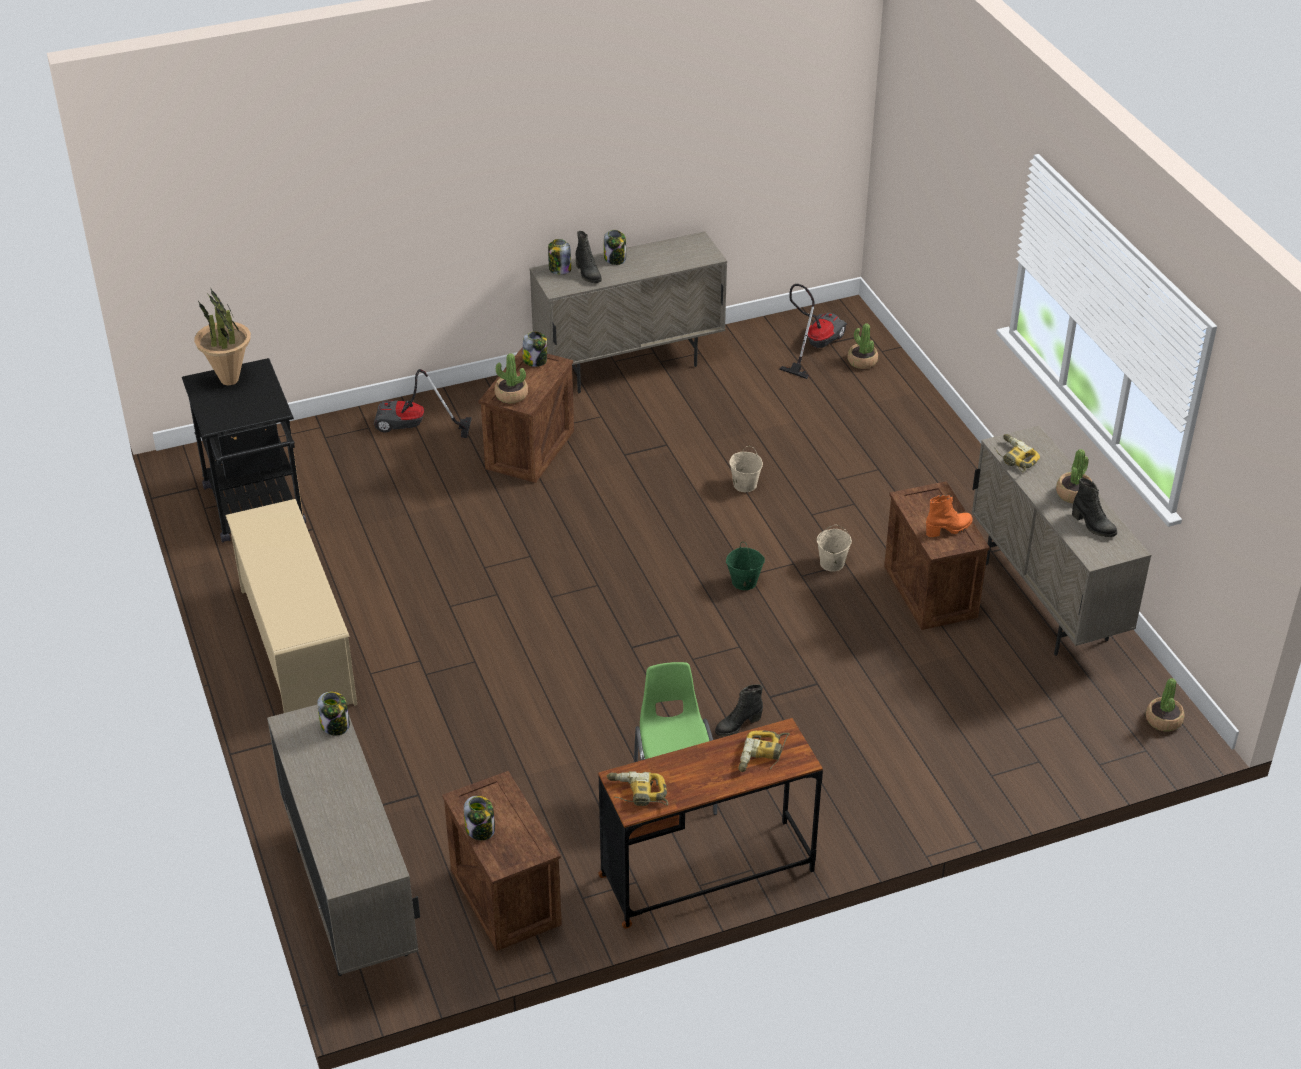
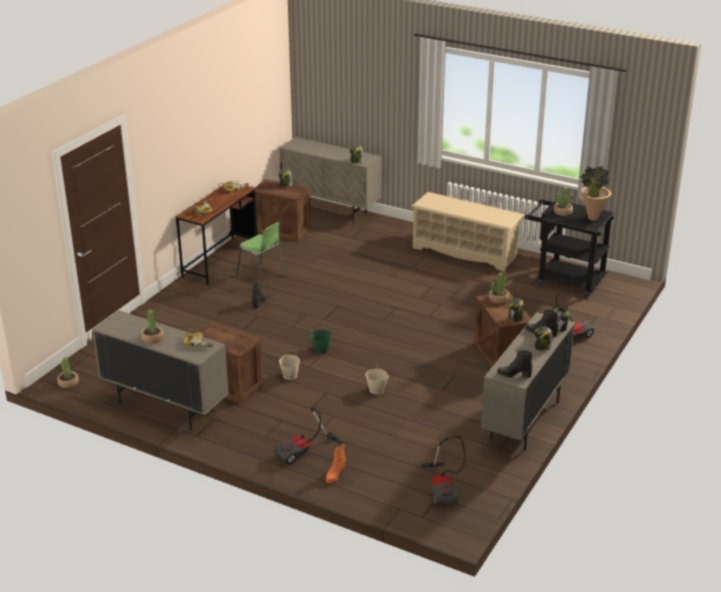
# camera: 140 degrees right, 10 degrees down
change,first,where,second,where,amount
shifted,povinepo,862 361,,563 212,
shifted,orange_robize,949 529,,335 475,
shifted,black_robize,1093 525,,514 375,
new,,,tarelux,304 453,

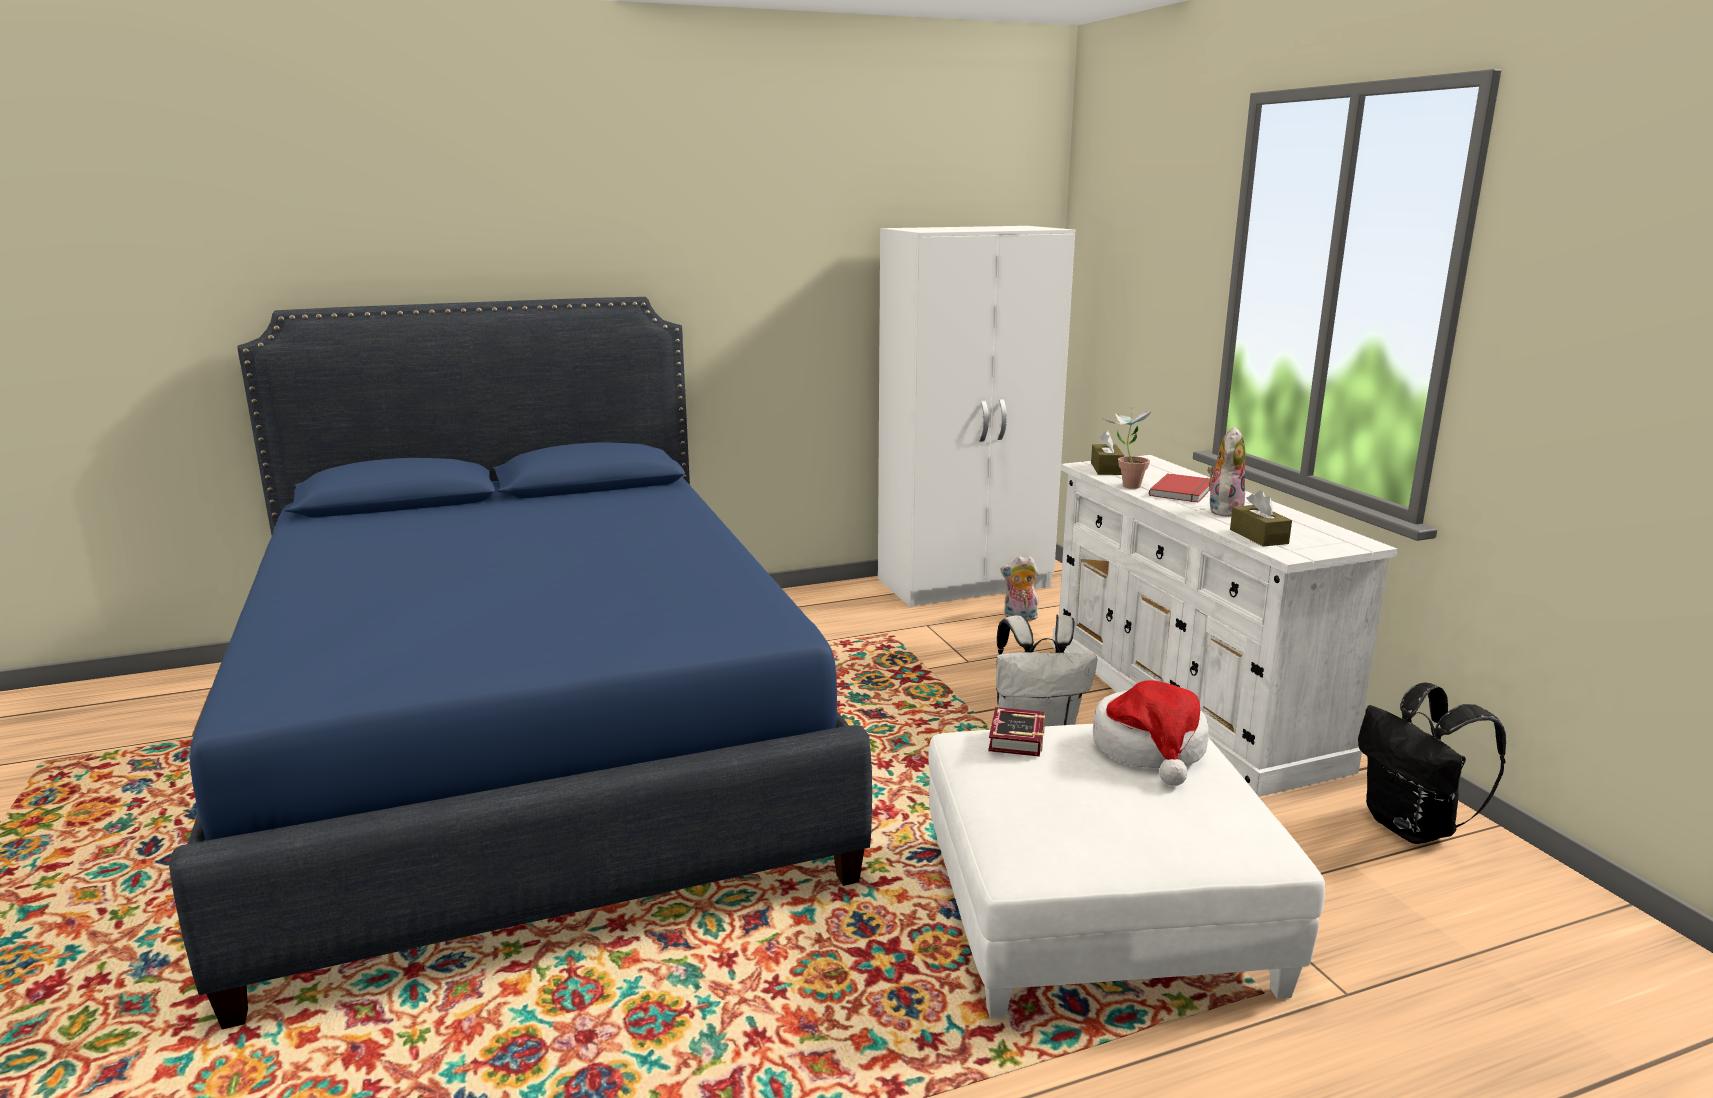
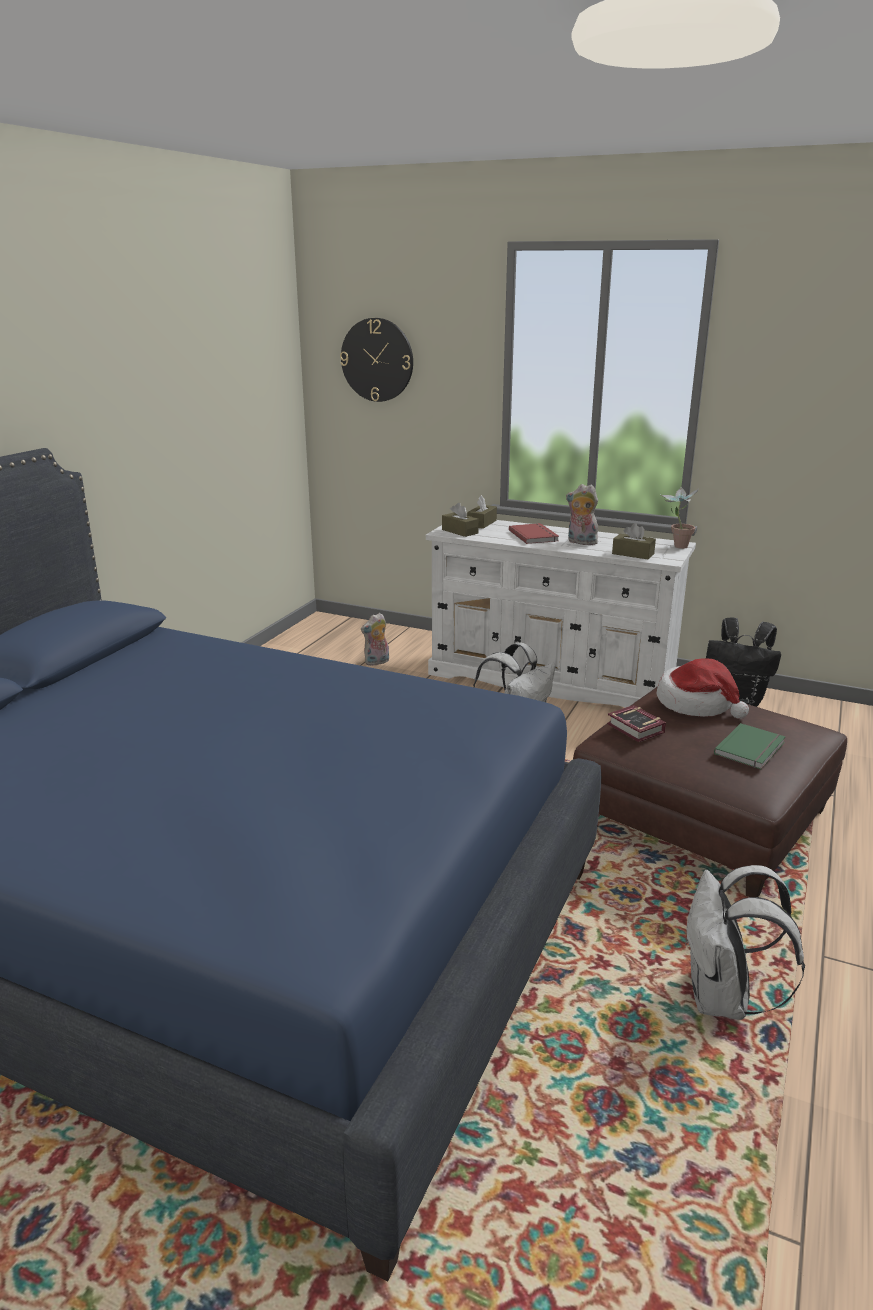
# camera: 45 degrees left, 5 degrees up
change,first,where,second,where,amount
gone,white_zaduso,966 583,,,
repainted,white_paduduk,1098 913,brown_paduduk,703 817,
shifted,povinepo,1126 485,,675 546,
rotated,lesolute,1223 510,,580 542,45 degrees counterclockwise
new,,,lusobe,377 360,
new,,,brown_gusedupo,482 523,
new,,,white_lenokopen,723 999,
new,,,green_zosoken,752 749,

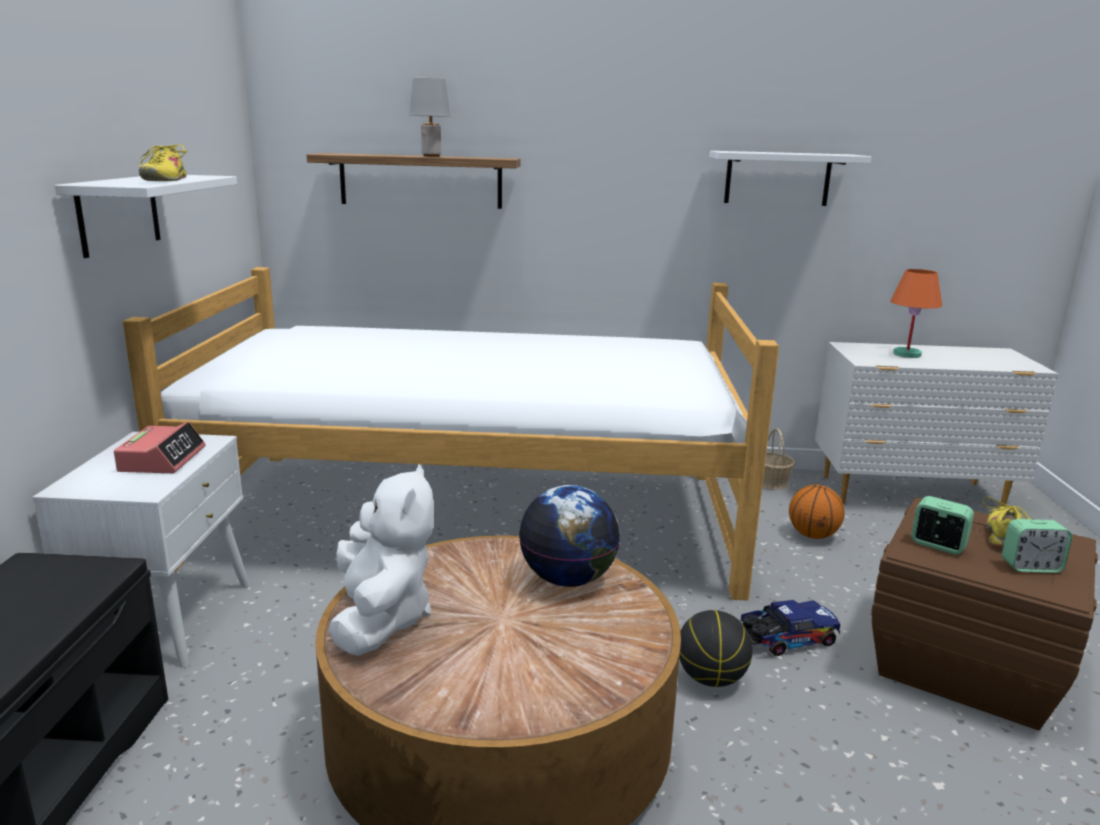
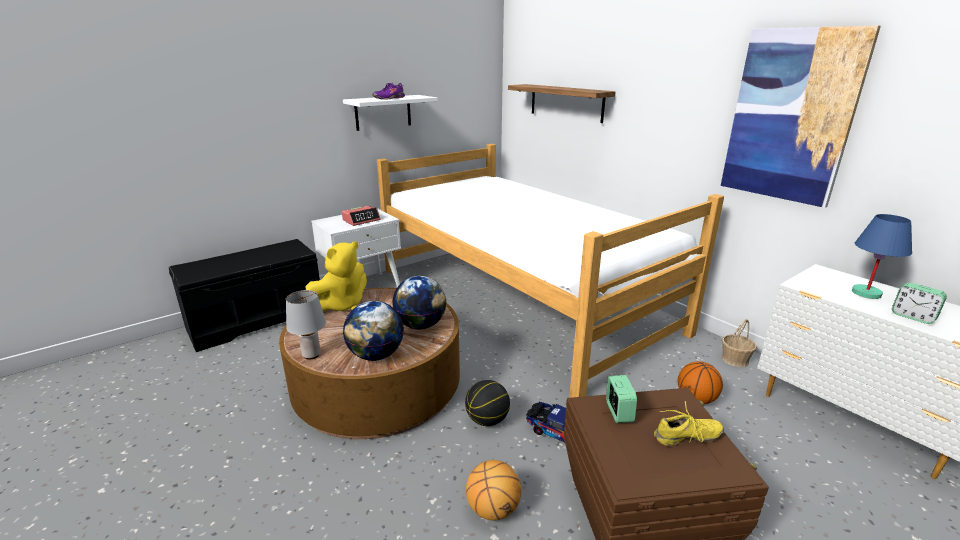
# camera: 50 degrees right, 5 degrees up
change,first,where,second,where,amount
repainted,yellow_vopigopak,164 180,purple_vopigopak,389 98,
repainted,white_lesolute,381 619,yellow_lesolute,341 305,
shifted,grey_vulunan,431 156,,311 355,
swapped,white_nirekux,777 178,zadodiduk,790 116,
repainted,orange_vulunan,907 354,blue_vulunan,866 293,
shifted,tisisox,1030 566,,912 316,
new,,,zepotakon,376 355,
new,,,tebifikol,493 509,

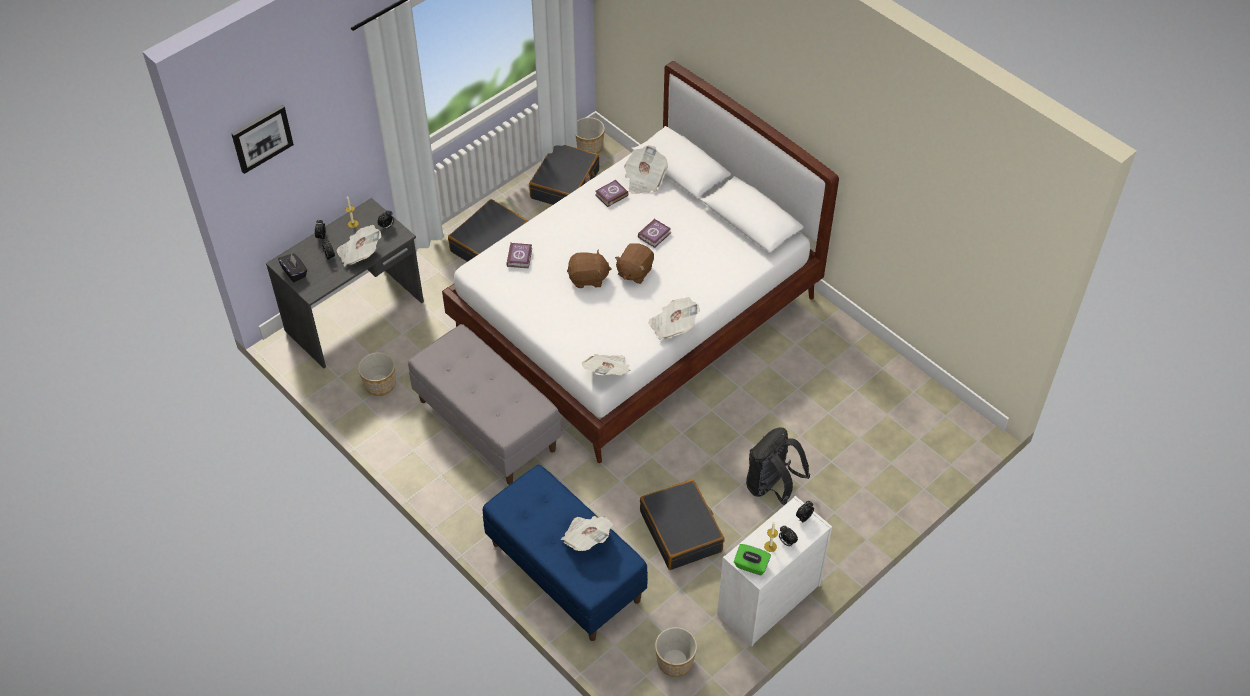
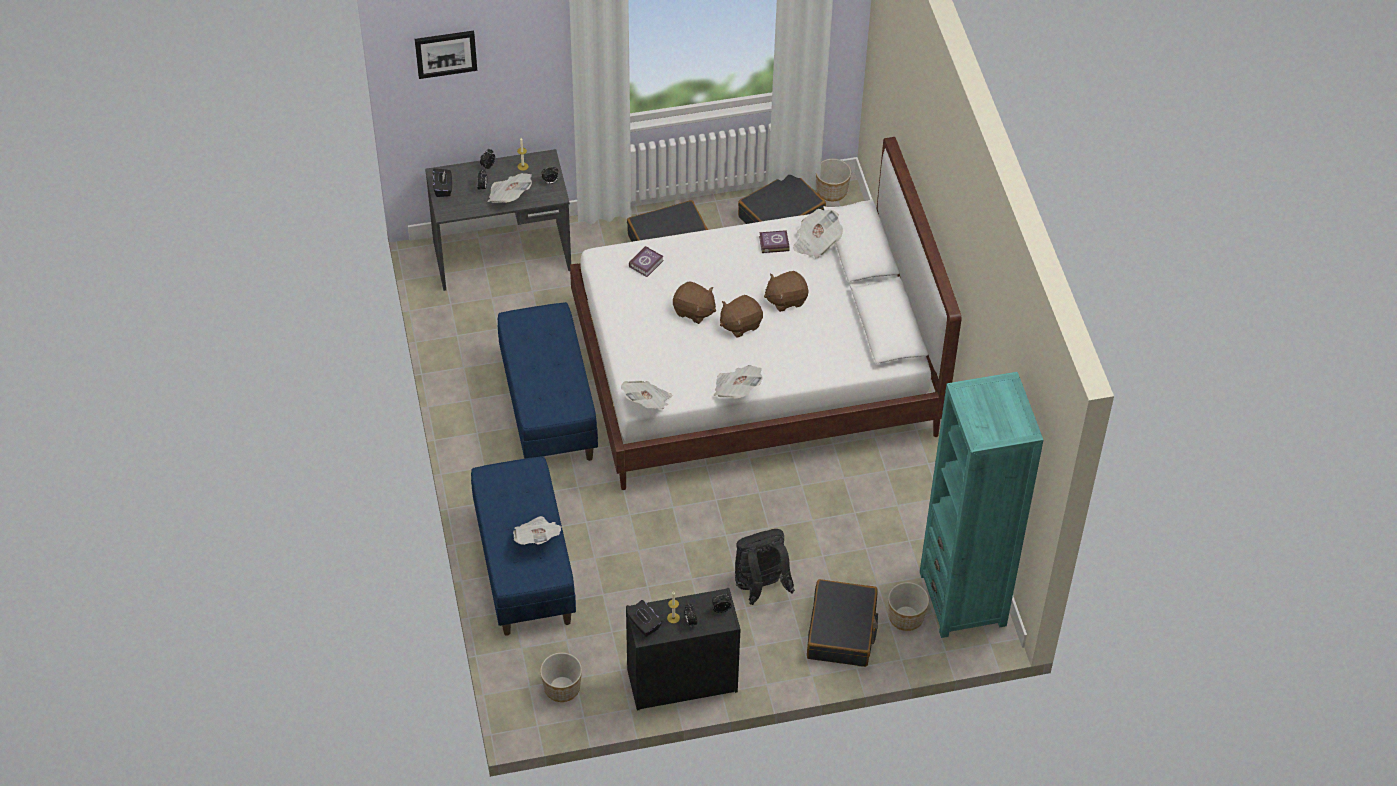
# camera: 30 degrees right, 0 degrees up
change,first,where,second,where,amount
shifted,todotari,380 384,,906 616,
repainted,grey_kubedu,488 425,blue_kubedu,549 408,
swapped,zosoken,655 235,brown_lesolute,786 299,
shifted,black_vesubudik,681 531,,842 631,
repainted,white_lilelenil,768 601,black_lilelenil,680 681,
repainted,green_gusedupo,751 565,black_gusedupo,644 625,
new,,,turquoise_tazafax,963 598,

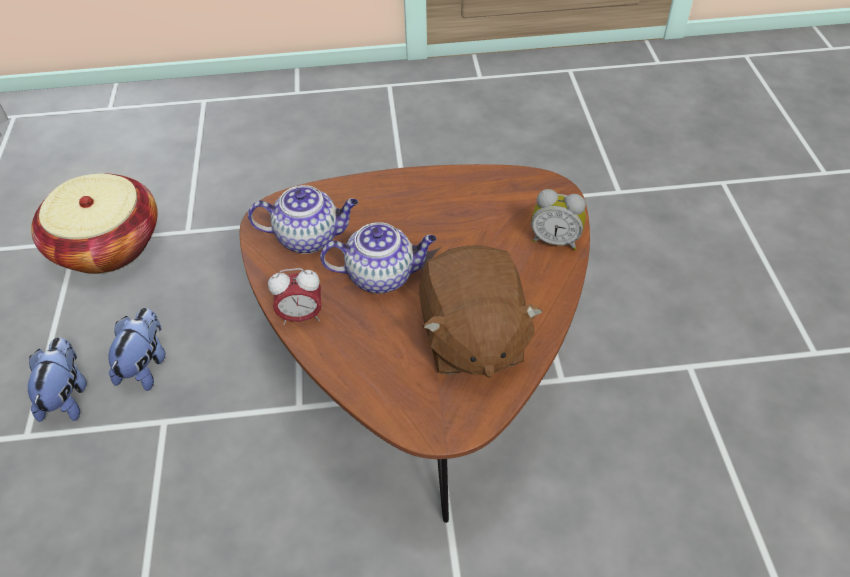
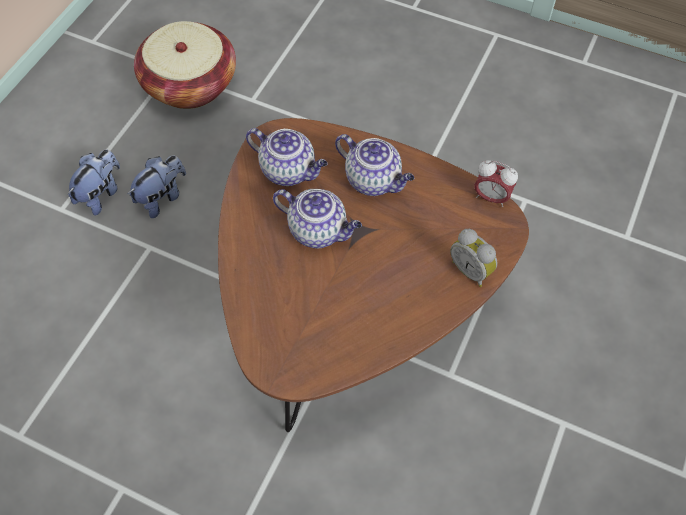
# camera: 30 degrees right, 10 degrees up
change,first,where,second,where,amount
shifted,tisisox,301 316,,491 197,
gone,brown_lesolute,472 339,,,
new,,,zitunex,374 180,

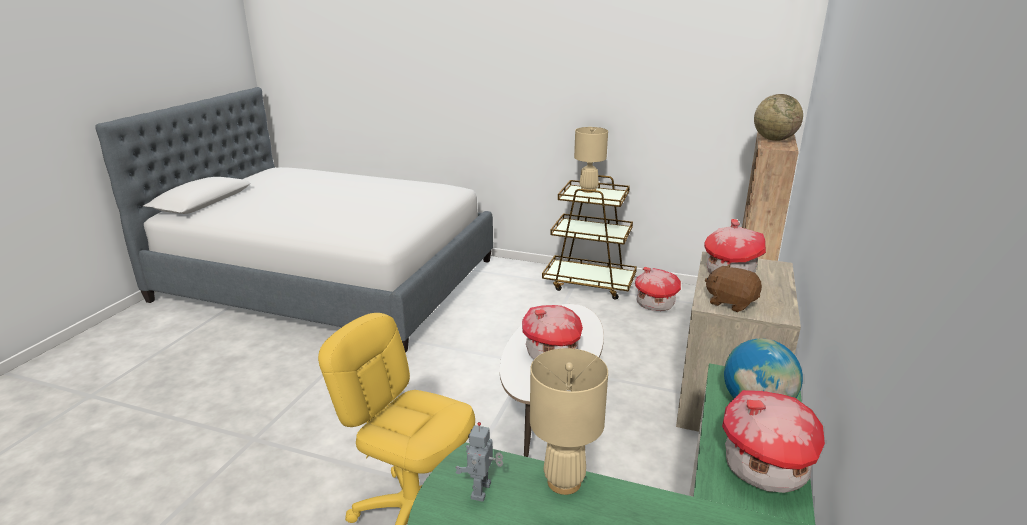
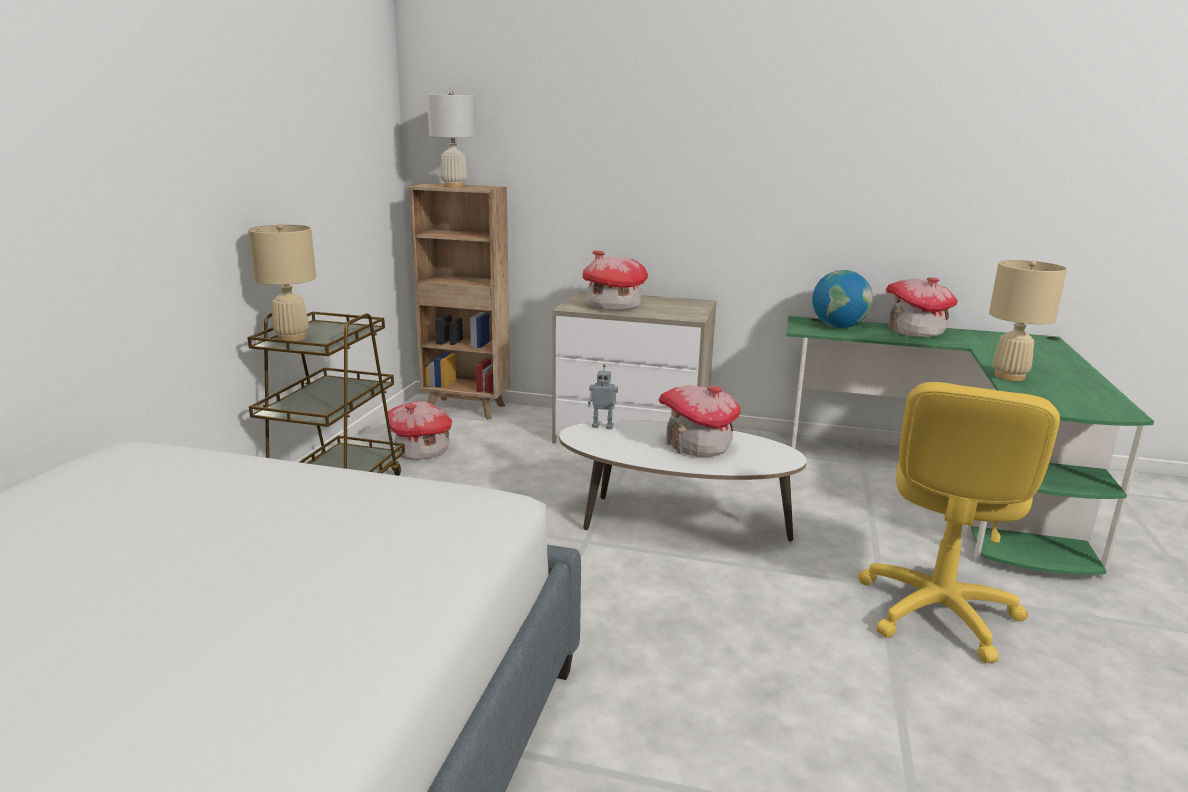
# camera: 95 degrees left, 5 degrees down
change,first,where,second,where,amount
shifted,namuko,482 491,,603 426,
gone,brown_lesolute,731 302,,,
swapped,zepotakon,774 139,white_vulunan,454 186,

